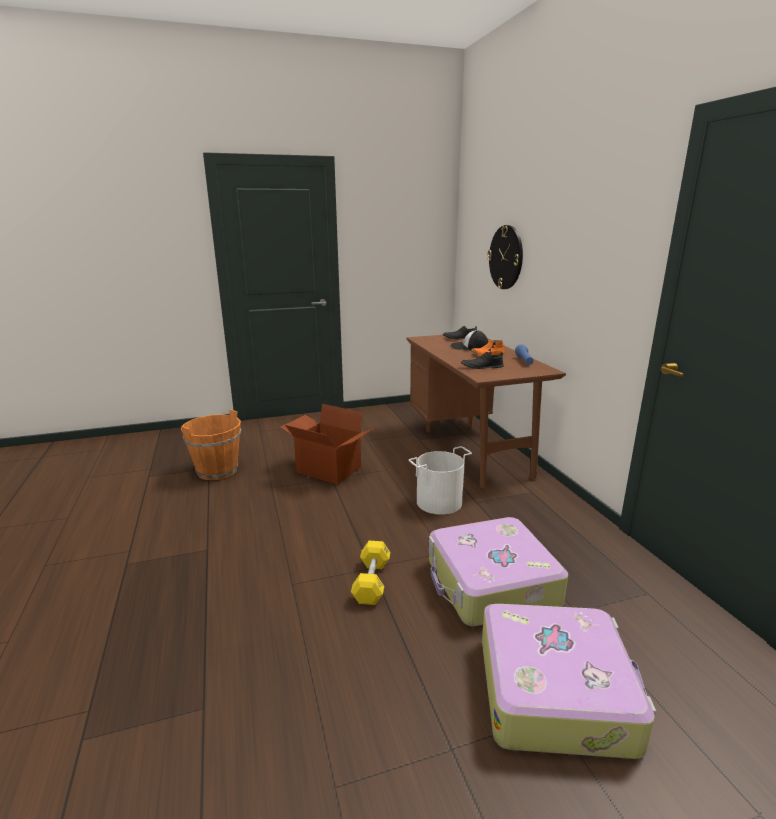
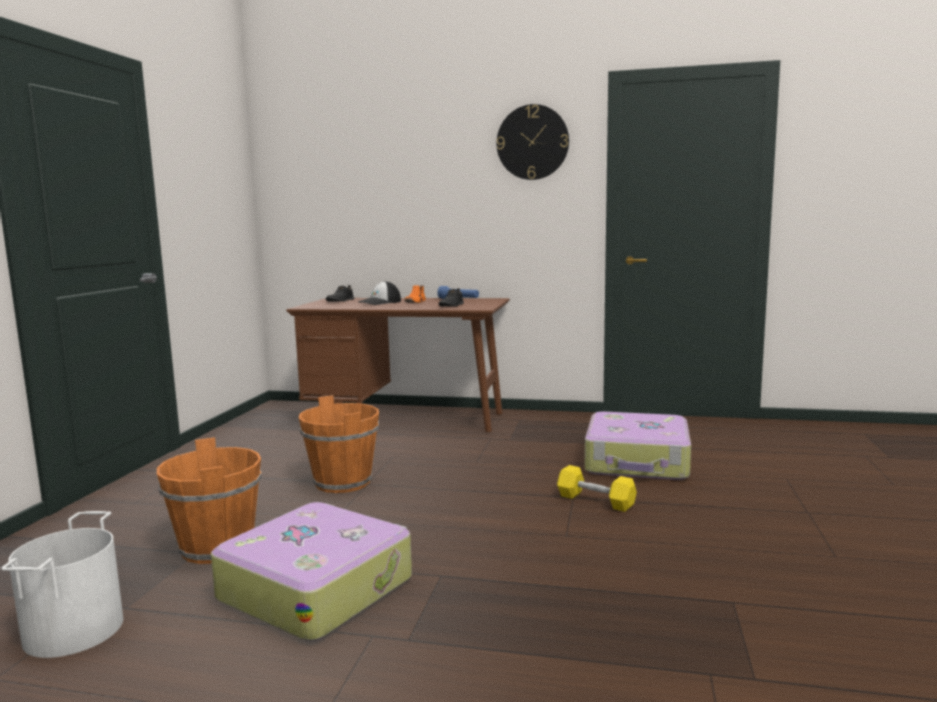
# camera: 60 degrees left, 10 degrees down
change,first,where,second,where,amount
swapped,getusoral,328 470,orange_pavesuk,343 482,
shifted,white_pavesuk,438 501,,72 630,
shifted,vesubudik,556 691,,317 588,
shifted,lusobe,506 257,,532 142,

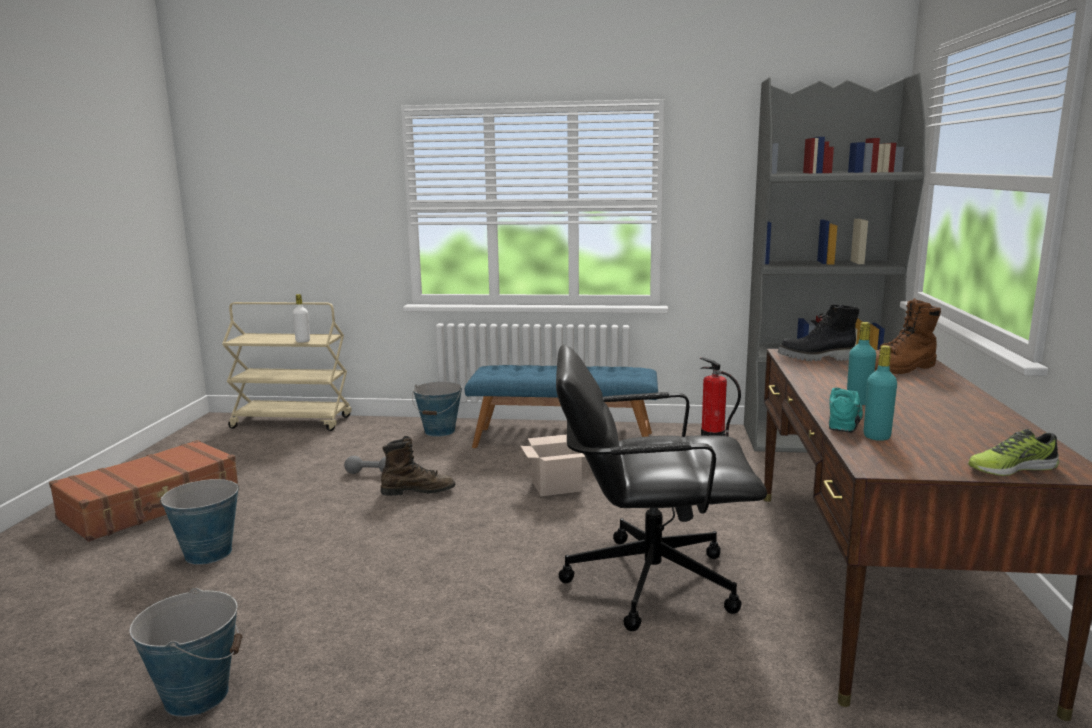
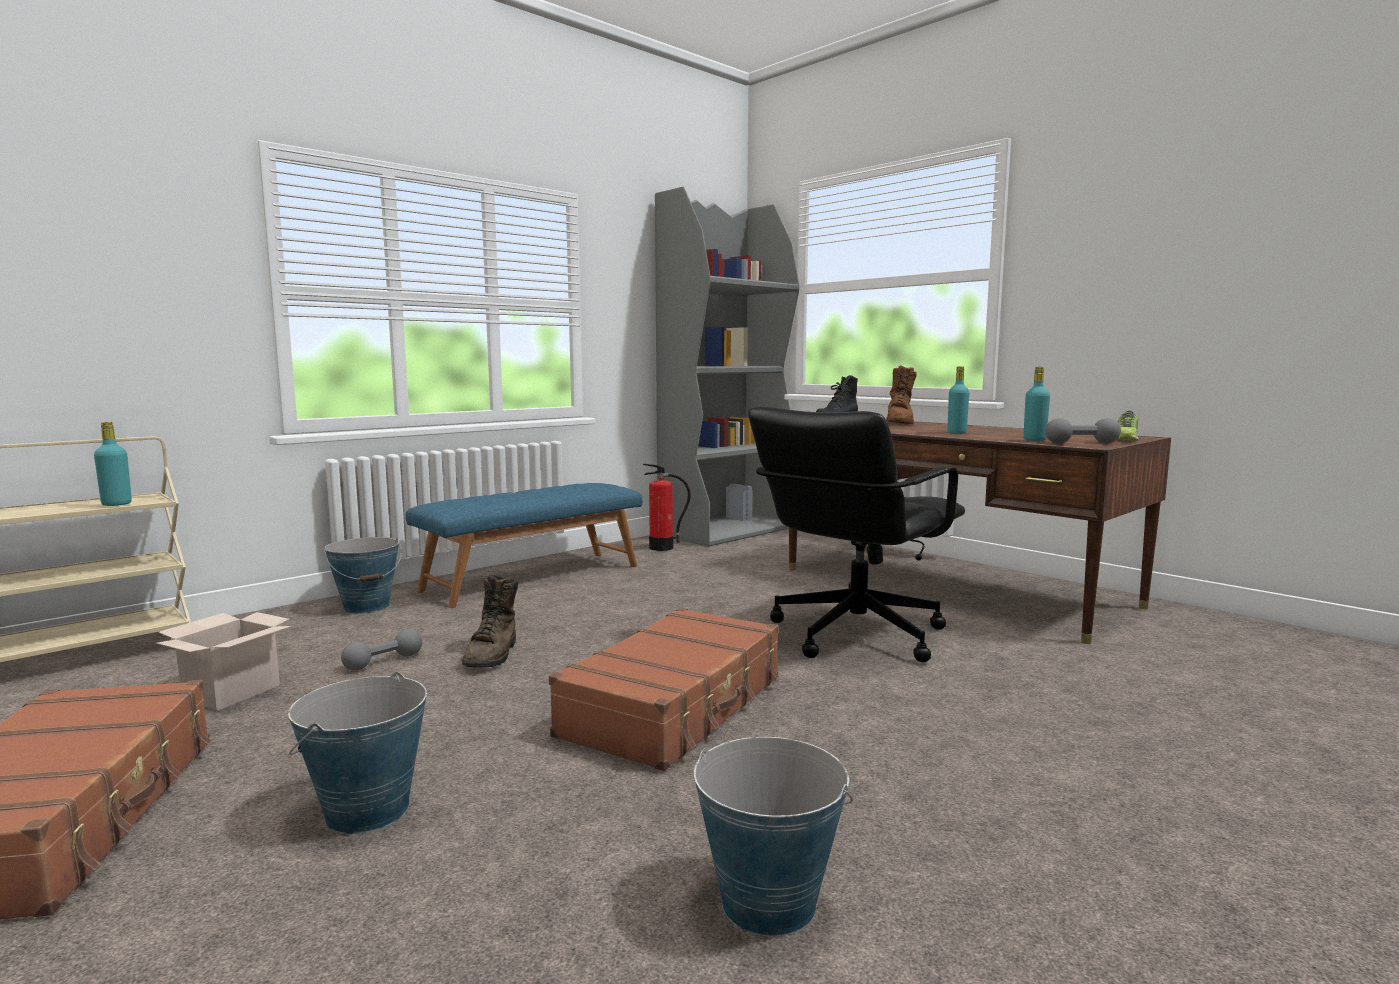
# camera: 50 degrees left, 5 degrees down
change,first,where,second,where,amount
repainted,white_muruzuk,303 341,turquoise_muruzuk,116 504,
rotated,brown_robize,418 491,,493 655,150 degrees clockwise
shifted,getusoral,557 486,,232 691,
gone,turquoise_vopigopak,845 420,,,
new,,,brown_vesubudik,676 706,
new,,,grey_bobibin,1081 443,

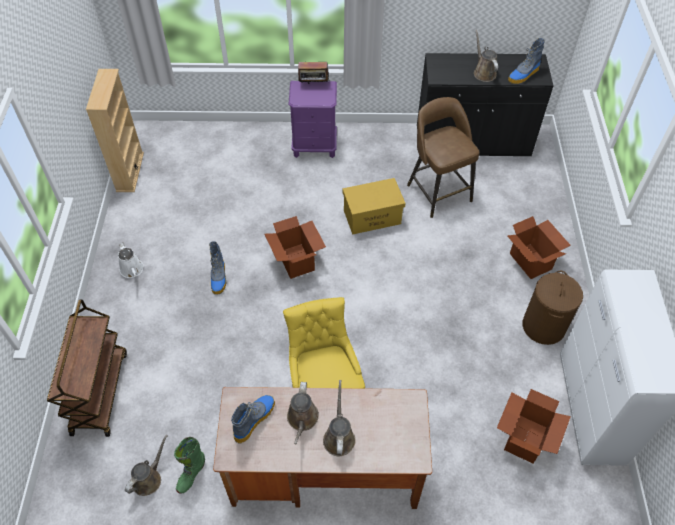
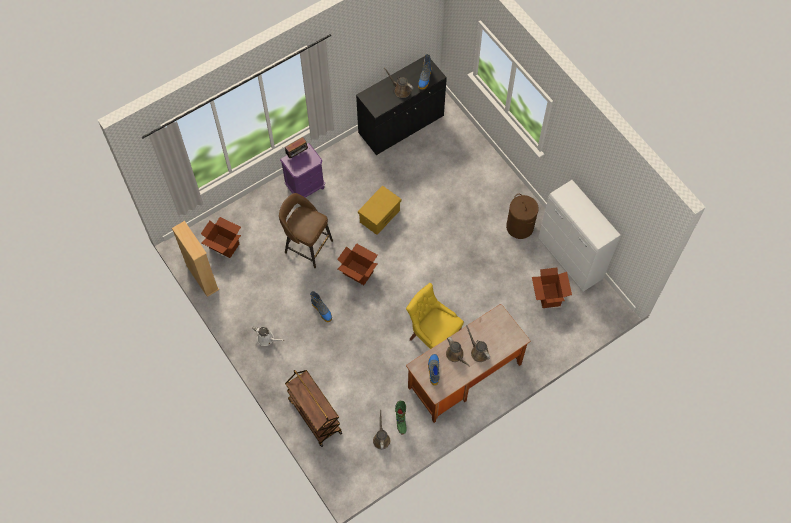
# camera: 35 degrees left, 10 degrees up
change,first,where,second,where,amount
shifted,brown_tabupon,438 191,,307 246,
shifted,getusoral,531 261,,224 245,

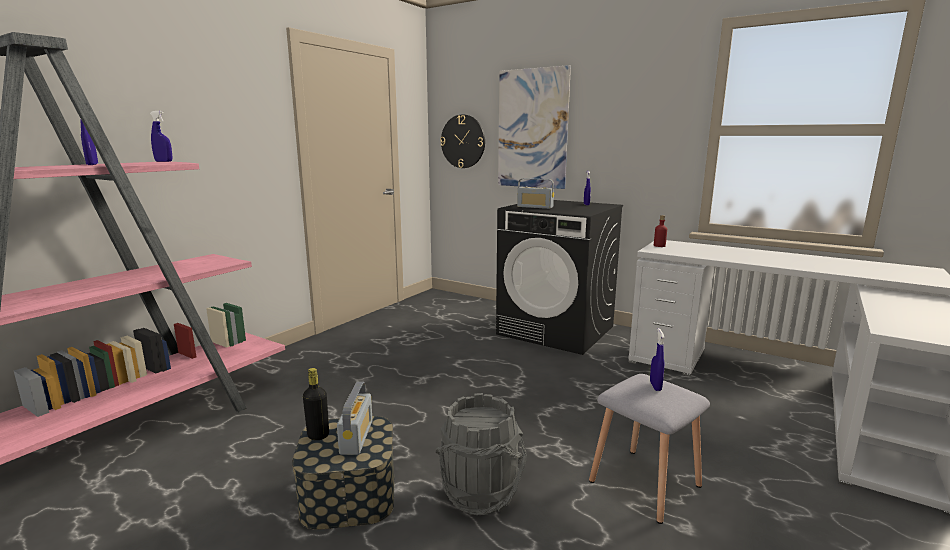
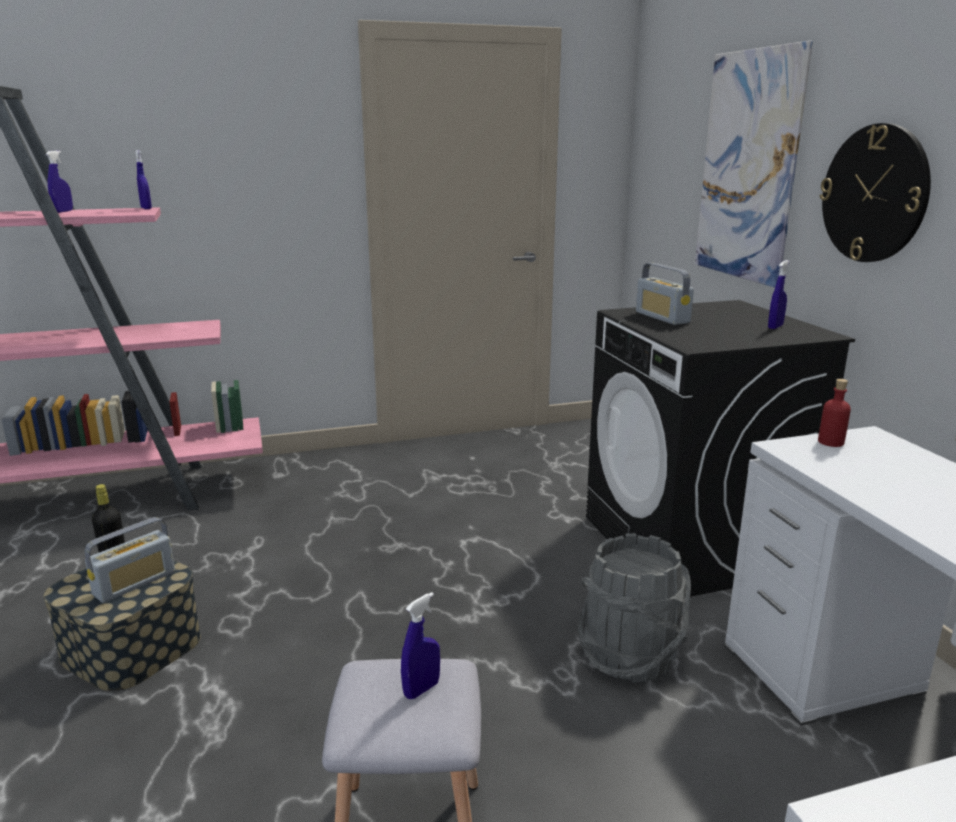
# camera: 40 degrees right, 5 degrees up
change,first,where,second,where,amount
shifted,grey_pavesuk,480 493,,629 655,
shifted,lusobe,463 141,,874 194,

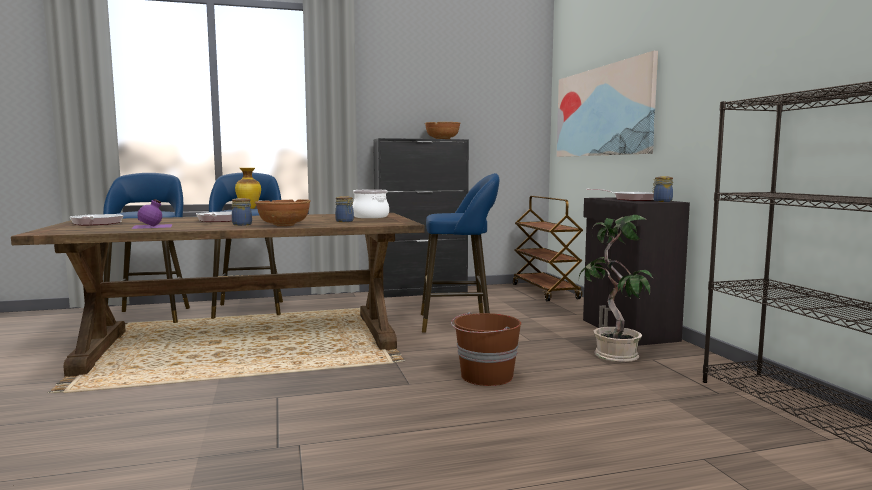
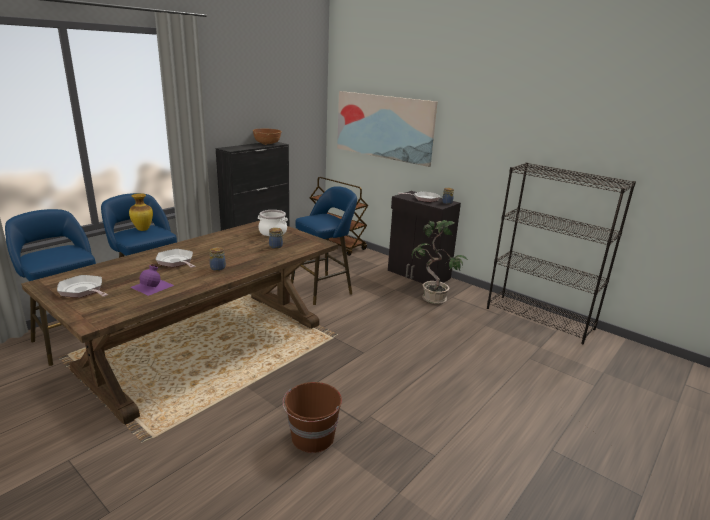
# camera: 35 degrees left, 15 degrees up
change,first,where,second,where,amount
gone,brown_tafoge,283 225,,,
shifted,brown_pavesuk,486 376,,312 437,

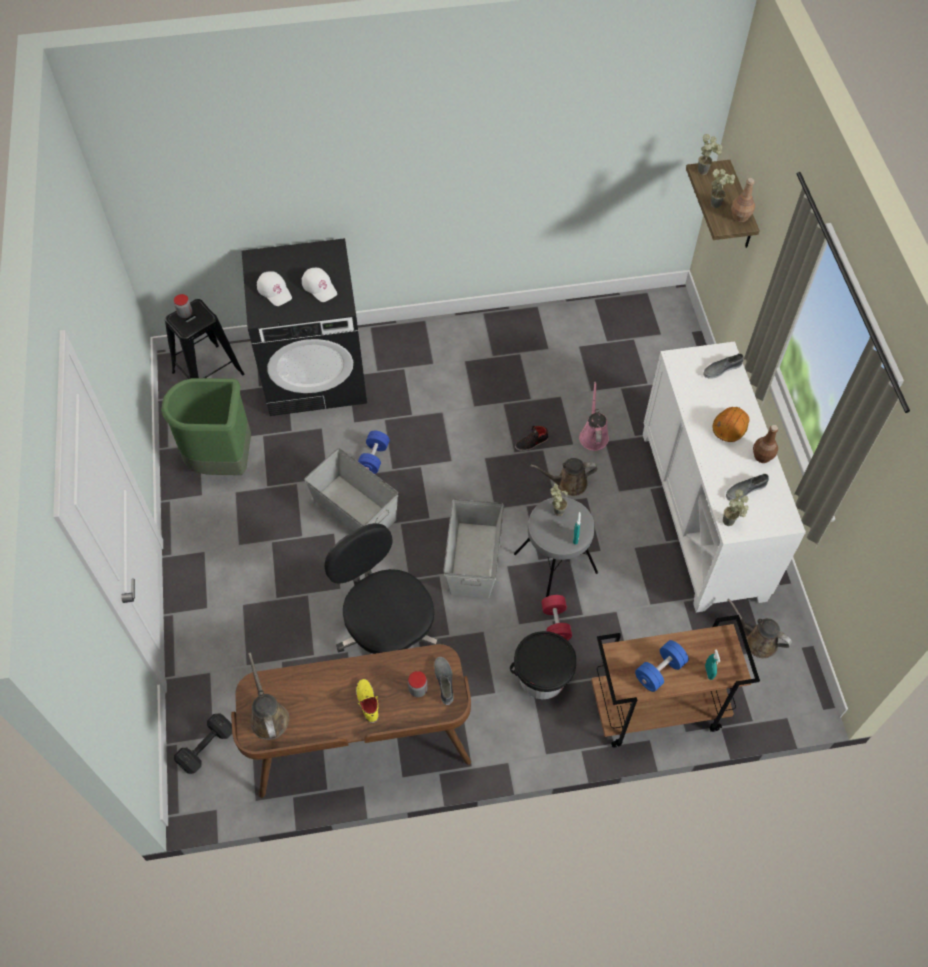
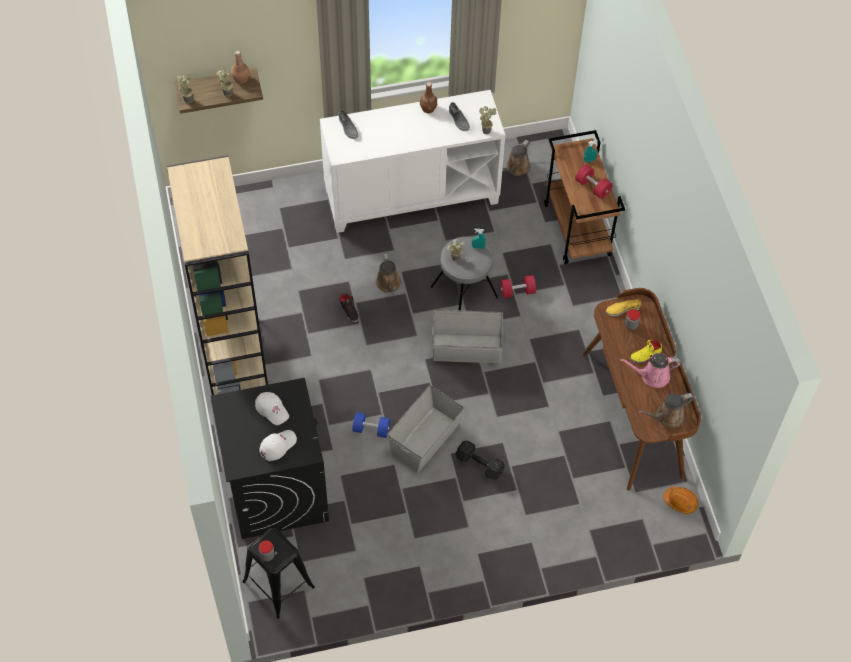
# camera: 95 degrees left, 0 degrees up
change,first,where,second,where,amount
gone,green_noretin,222 462,,,
shifted,black_bobibin,205 748,,480 465,
rotated,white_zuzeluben,319 287,,272 409,90 degrees clockwise
gone,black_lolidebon,388 631,,,
repainted,grey_vopigopak,444 681,yellow_vopigopak,622 309,
gone,black_pavesuk,542 677,,,
shifted,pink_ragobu,593 435,,652 376,
repainted,blue_bobibin,659 671,red_bobibin,592 187,
shifted,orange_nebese,729 427,,680 502,
new,,,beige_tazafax,233 360,

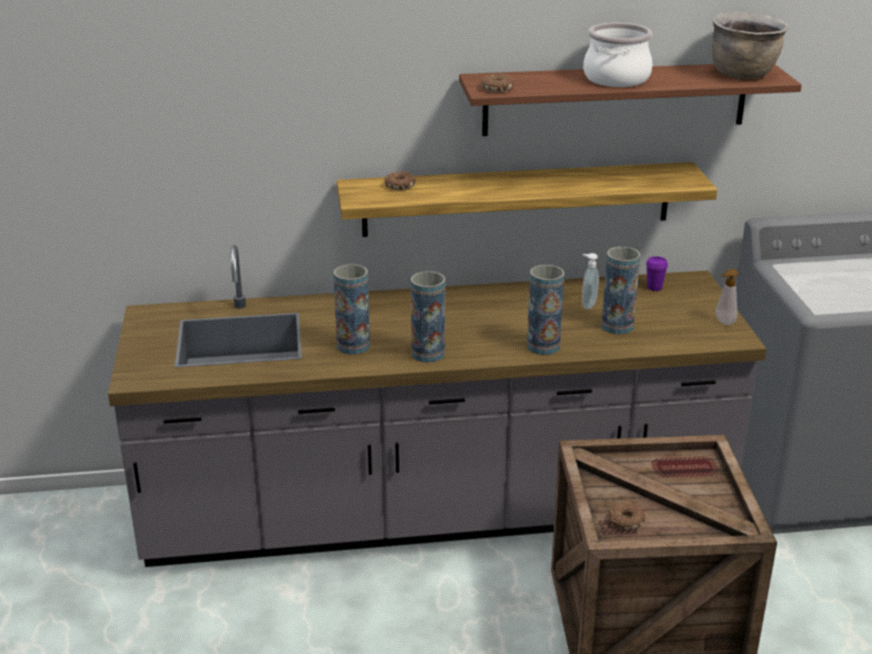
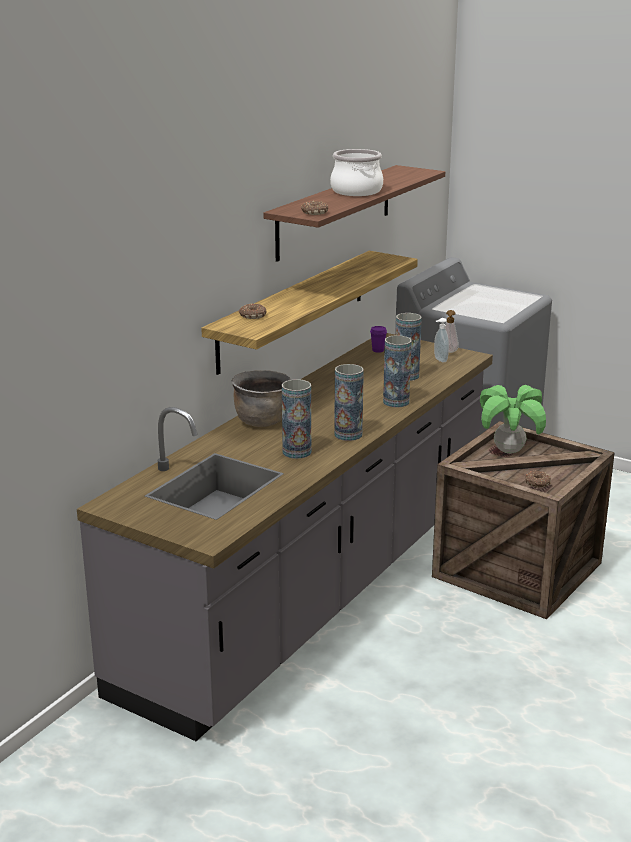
# camera: 50 degrees left, 5 degrees down
change,first,where,second,where,amount
shifted,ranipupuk,587 305,,439 360,
shifted,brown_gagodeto,743 75,,262 421,
new,,,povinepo,509 451,

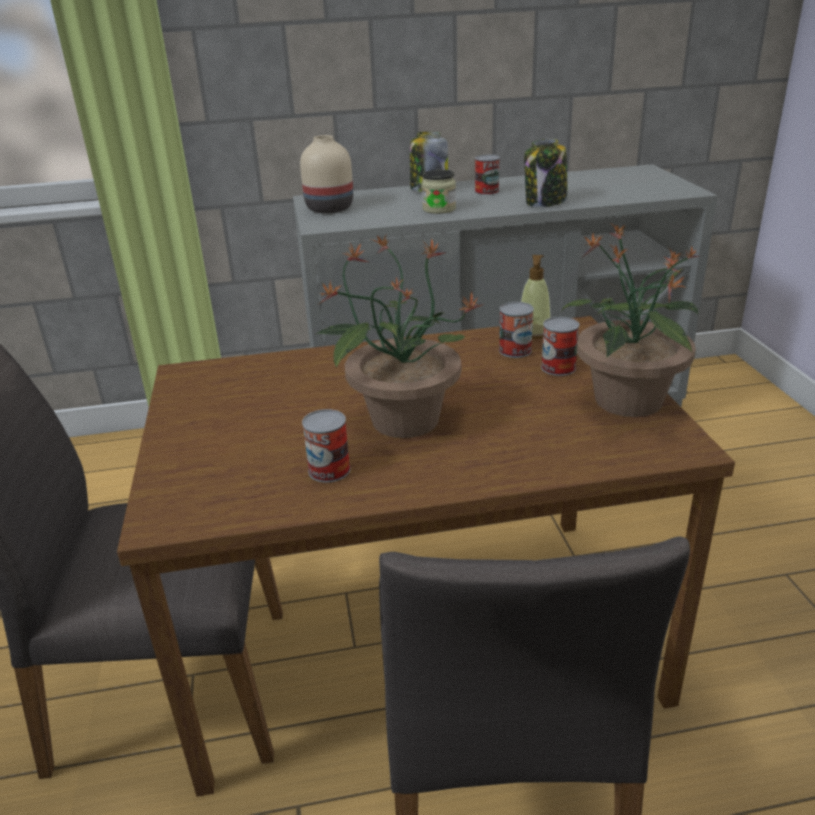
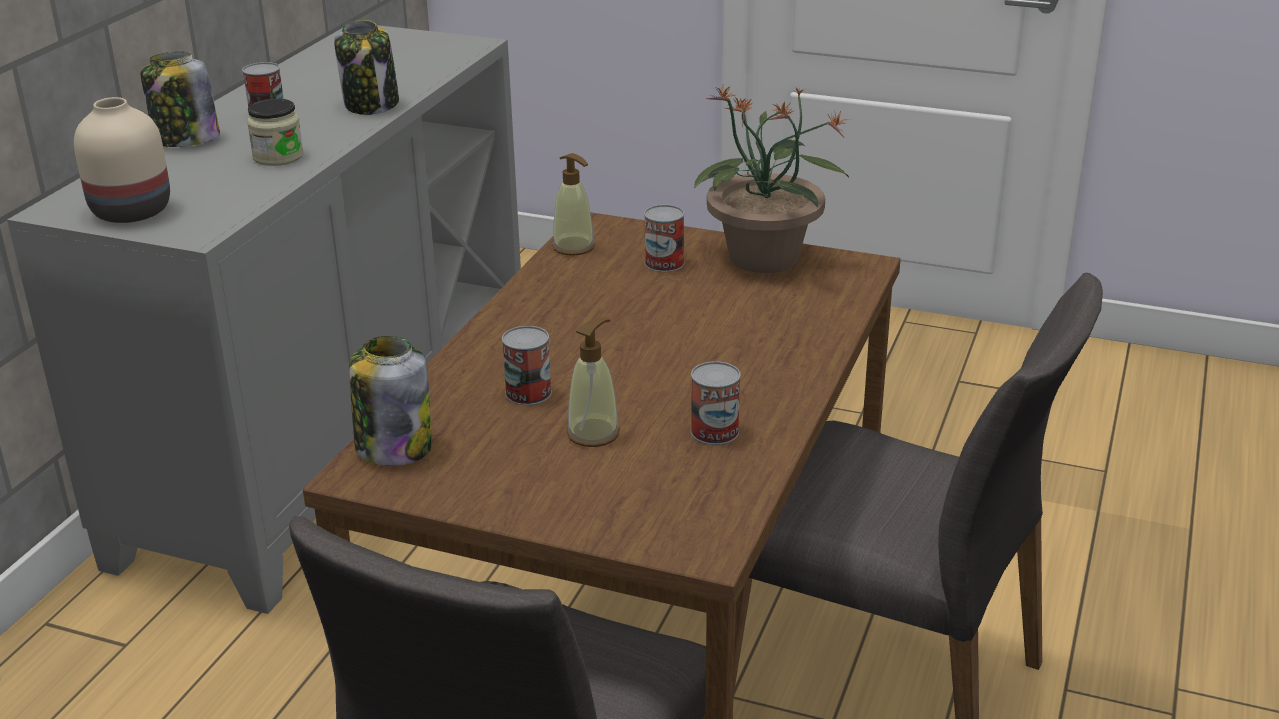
# camera: 60 degrees left, 0 degrees up
change,first,where,second,where,amount
gone,povinepo,403 419,,,
shifted,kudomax,515 350,,528 393,
new,,,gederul,393 446,
new,,,ranipupuk,593 433,

